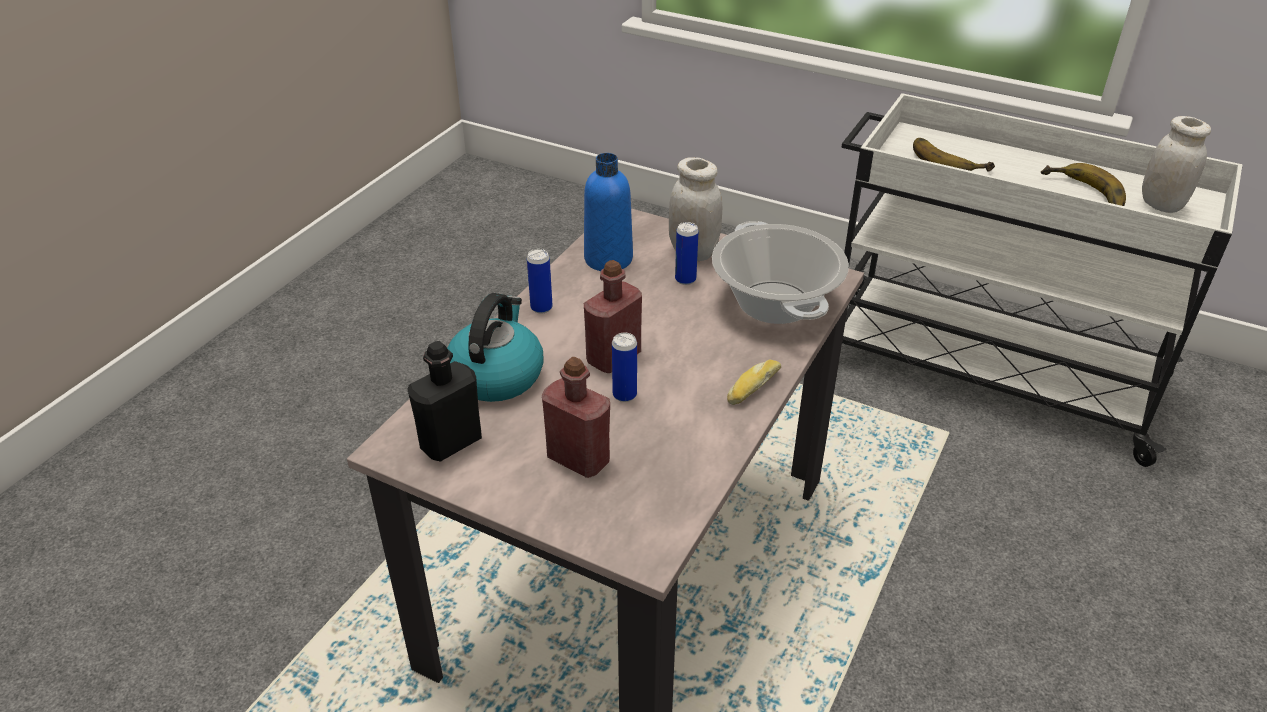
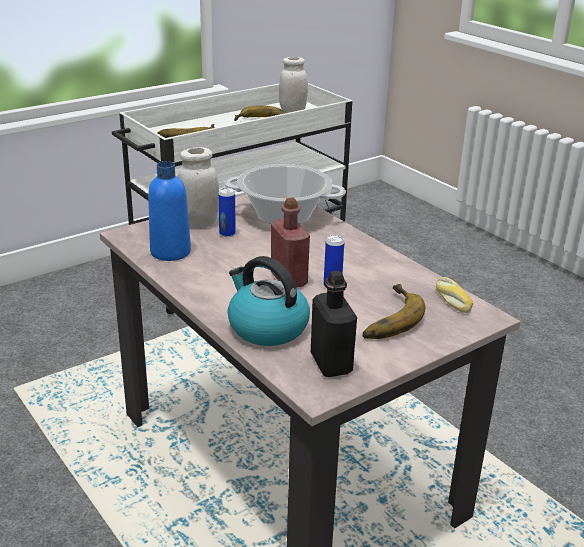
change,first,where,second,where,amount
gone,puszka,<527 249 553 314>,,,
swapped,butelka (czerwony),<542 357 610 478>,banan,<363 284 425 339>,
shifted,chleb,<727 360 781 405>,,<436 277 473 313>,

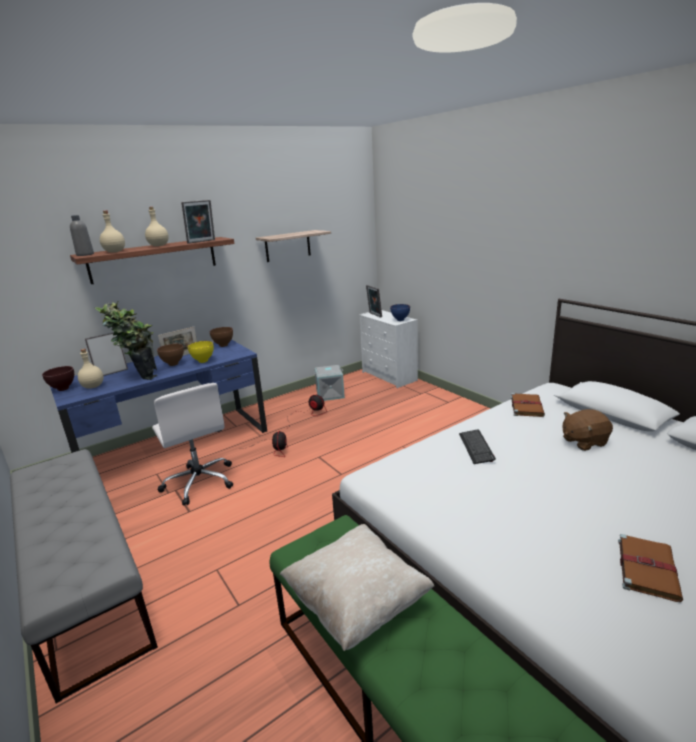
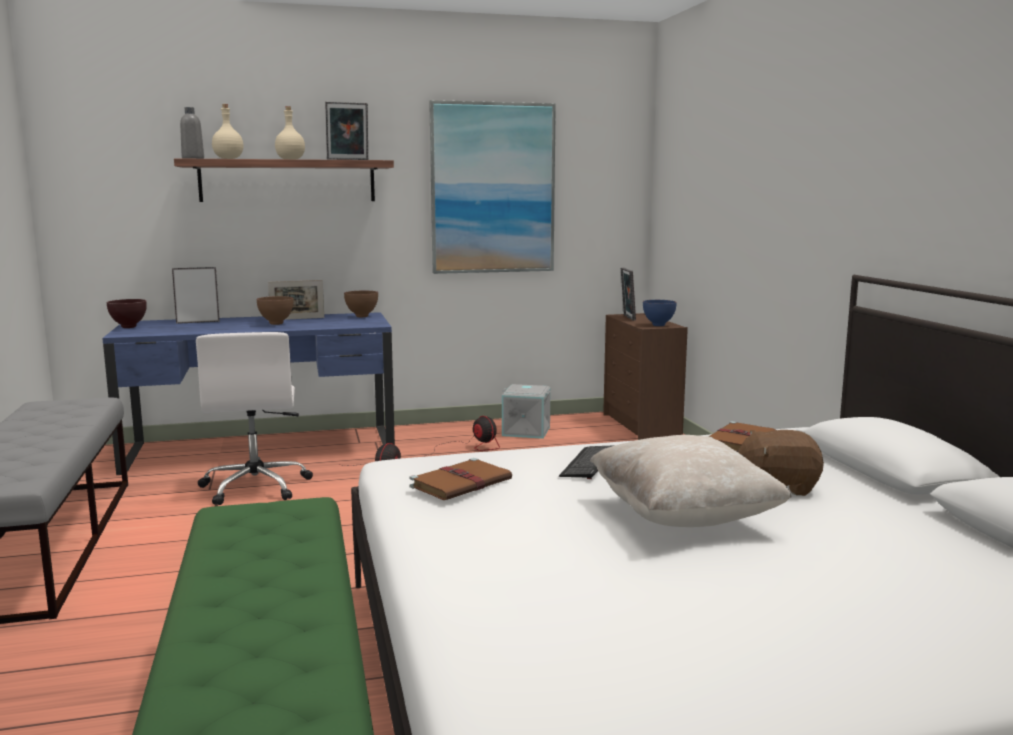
change,first,where,second,where,amount
swapped,półka,<256 230 331 262>,obraz,<429 100 556 274>,
gone,roślina doniczkowa,<95 300 157 380>,,,
repainted,komoda (biały),<359 310 418 388>,komoda (brązowy),<603 313 688 440>,
gone,miska (żółty),<188 341 214 363>,,,
gone,butelka (beżowy),<78 349 104 389>,,,
shifted,poduszka (beżowy),<280 524 434 651>,,<590 435 792 527>,
shifted,książka (brązowy),<618 534 683 602>,,<409 458 512 500>,

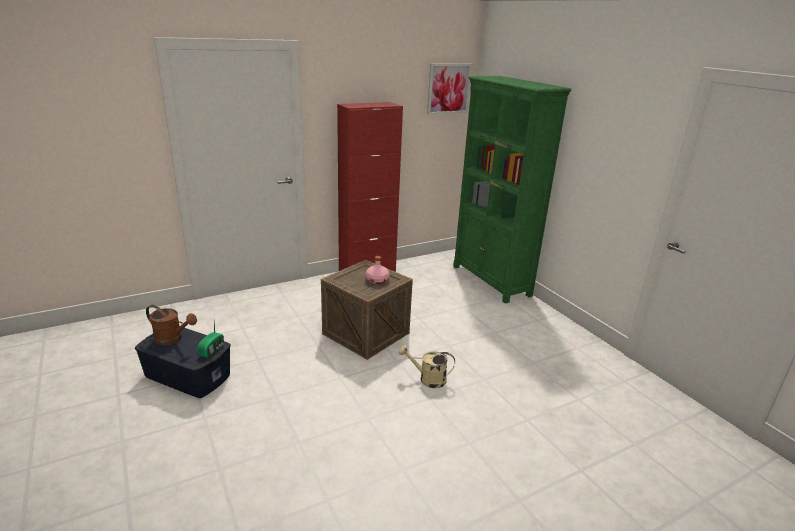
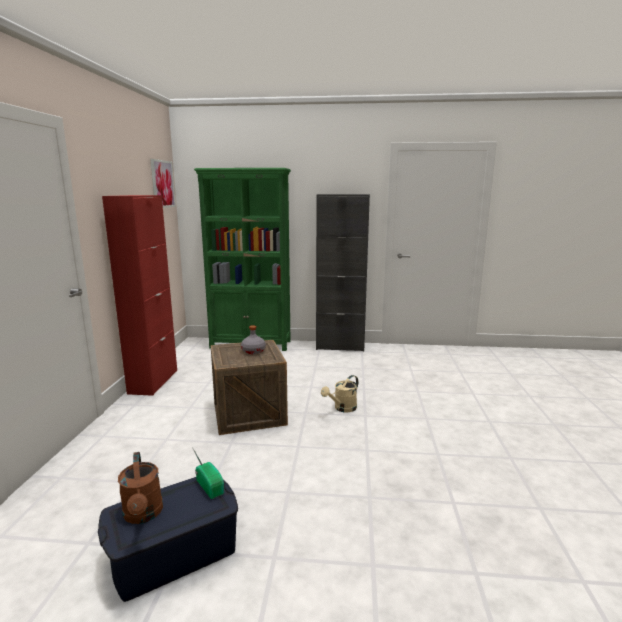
change,first,where,second,where,amount
repainted,butelka (różowy),<365 256 390 284>,butelka (szary),<241 325 266 354>,
rotated,konewka (brązowy),<146 305 197 345>,,<118 452 163 524>,105 degrees clockwise
new,,,szafka (czarny),<316 194 370 352>,

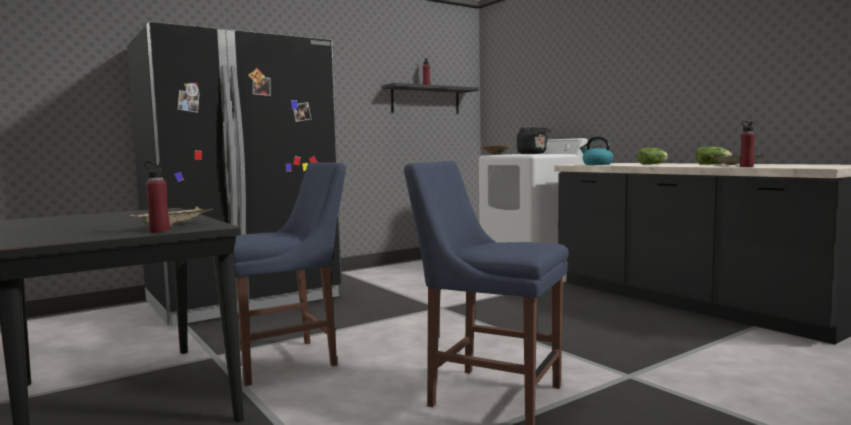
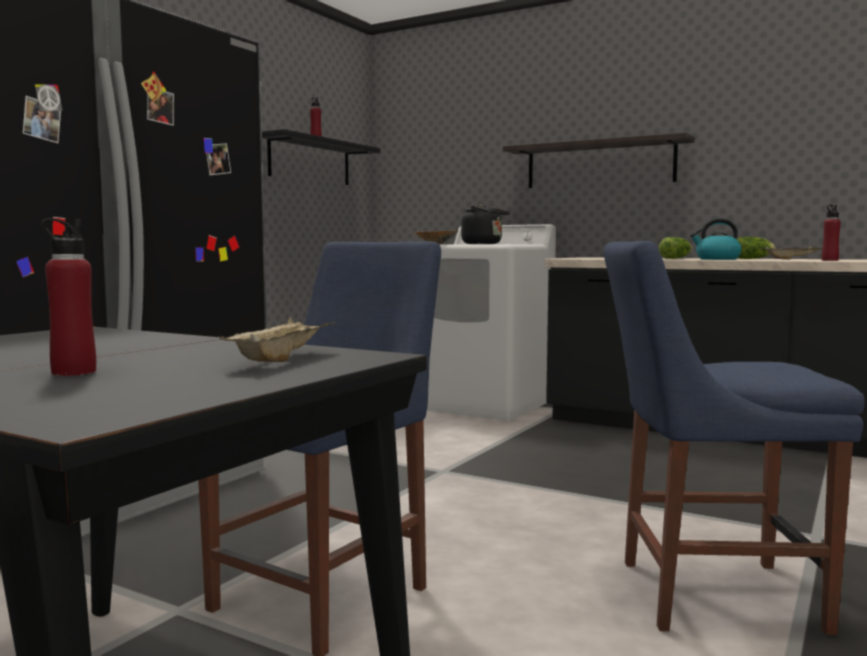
change,first,where,second,where,amount
shifted,czajnik,<580 136 613 165>,,<690 218 742 260>,
shifted,butelka (czerwony),<144 162 170 233>,,<41 218 96 376>,
new,,,półka,<503 132 695 188>,

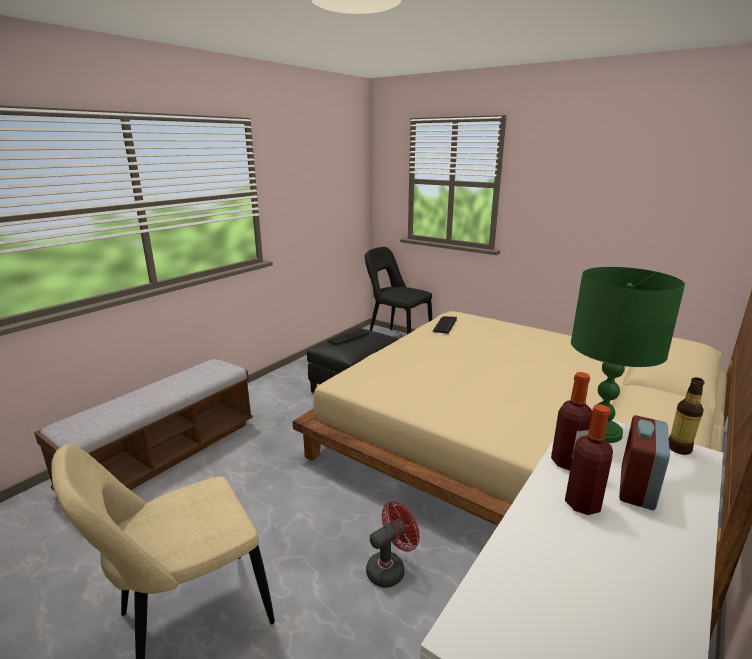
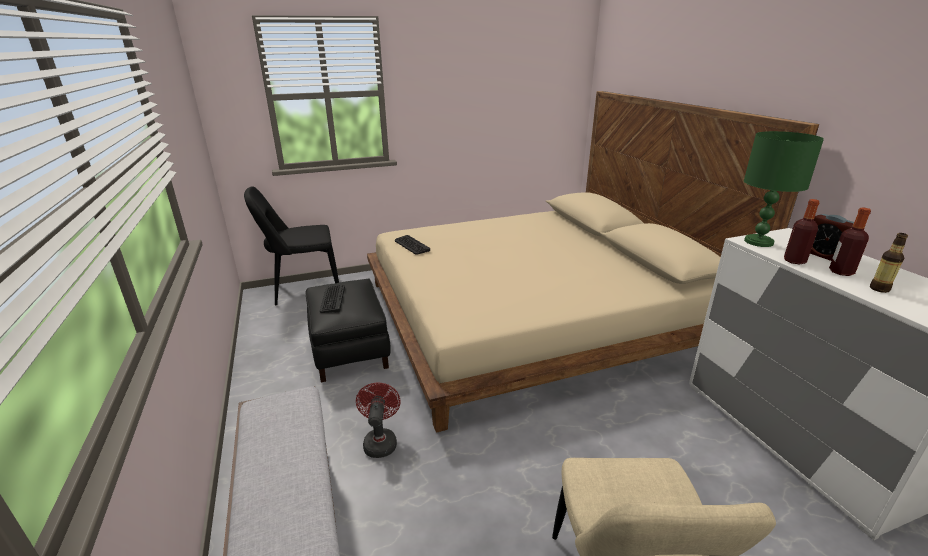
change,first,where,second,where,amount
shifted,butelka,<669 377 705 455>,,<870 233 908 293>,
shifted,wentylator (czerwony),<366 501 419 588>,,<356 383 401 458>,

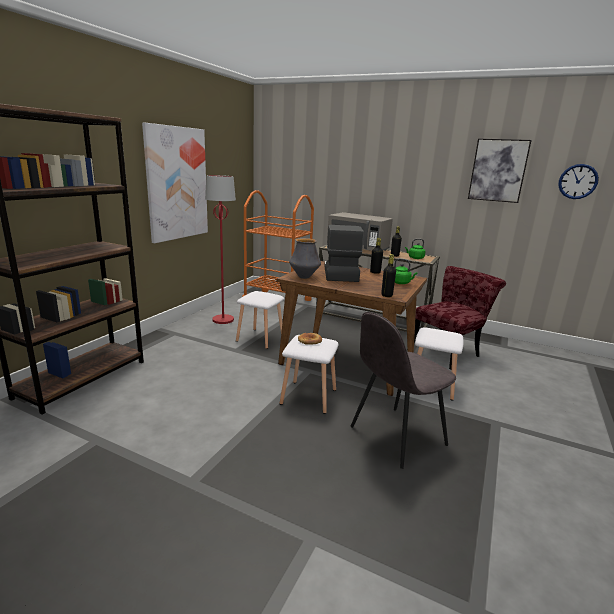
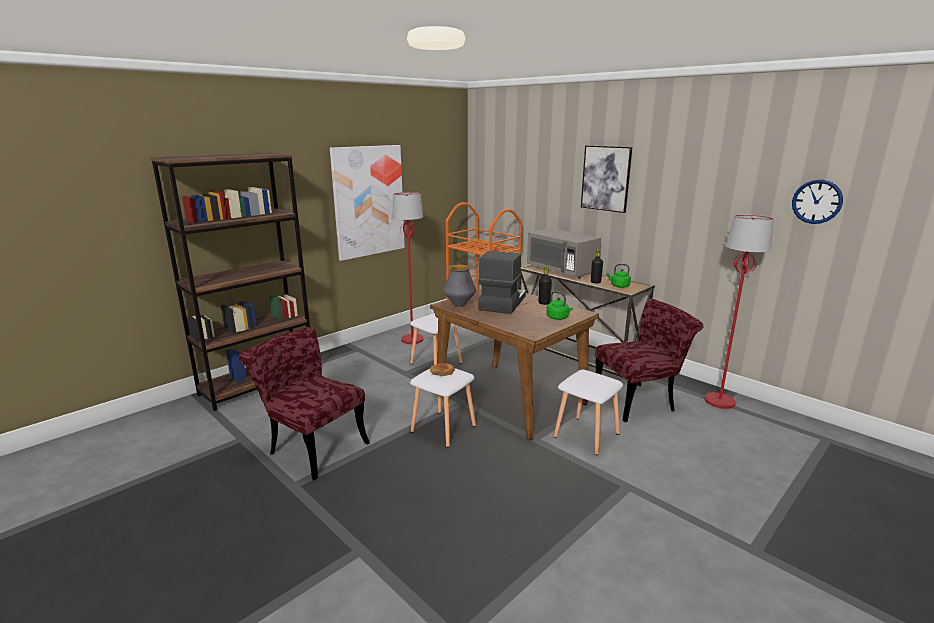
change,first,where,second,where,amount
shifted,obraz,<468 139 532 203>,,<581 145 632 213>,
gone,butelka (czarny),<381 254 396 297>,,,
gone,krzesło (szary),<350 312 456 469>,,,
new,,,lampa stojąca (czerwony),<705 214 774 409>,
new,,,krzesło (czerwony),<239 327 370 480>,

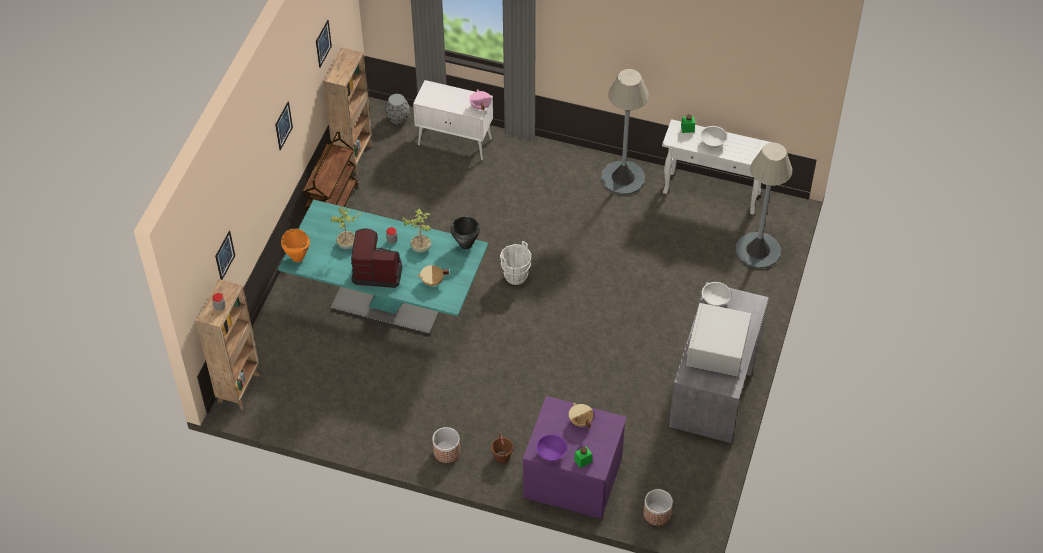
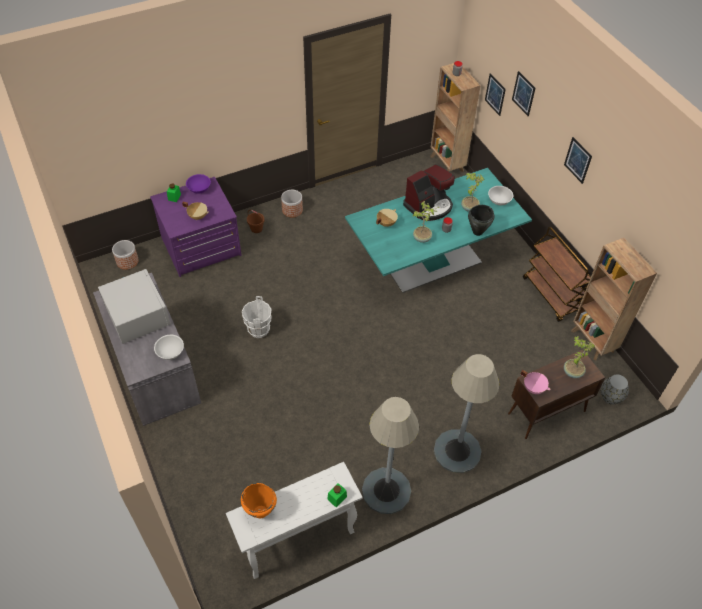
change,first,where,second,where,amount
shifted,obraz,<316 20 332 68>,,<512 71 535 116>,
repainted,szafka (biały),<413 80 493 160>,szafka (brązowy),<508 350 605 439>,
shifted,miska (biały),<700 126 727 148>,,<488 186 513 206>,
shifted,lampa stojąca (szary),<736 143 793 269>,,<434 354 499 473>,
shifted,garnek (czarny),<450 216 480 249>,,<468 205 494 236>,
shifted,garnek (pomarańczowy),<281 229 310 262>,,<241 483 277 518>,
shifted,wiadro (biały),<500 241 531 285>,,<242 296 272 338>,
new,,,roślina doniczkowa,<564 336 595 378>,

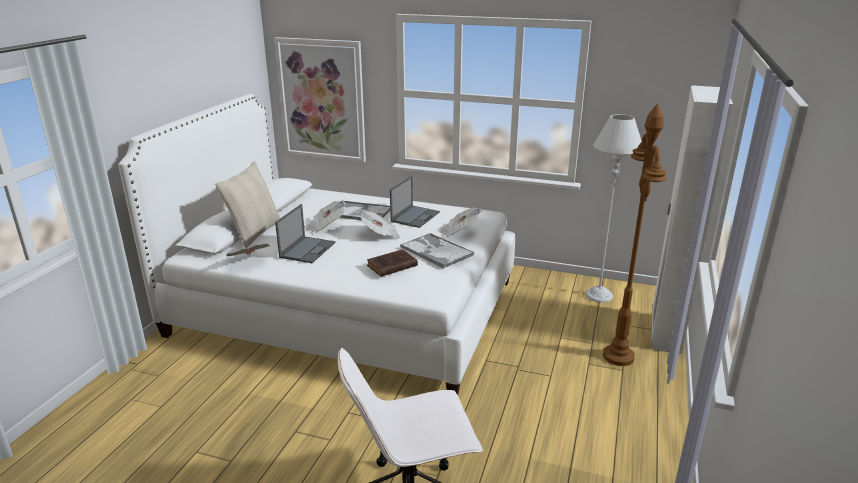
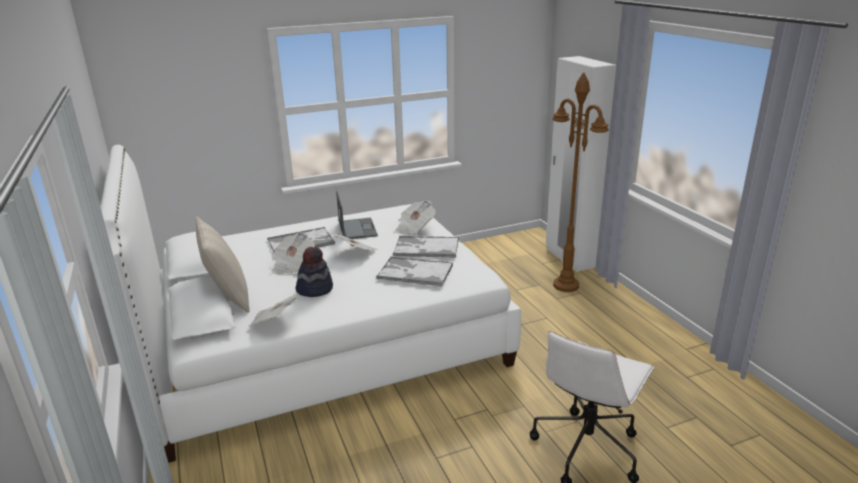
change,first,where,second,where,amount
gone,obraz,<274 37 366 162>,,,
gone,lampa stojąca (szary),<585 114 642 303>,,,
swapped,laptop,<275 204 336 263>,kapelusz,<296 247 333 297>,
swapped,książka (brązowy),<367 249 418 277>,taca,<376 256 453 286>,

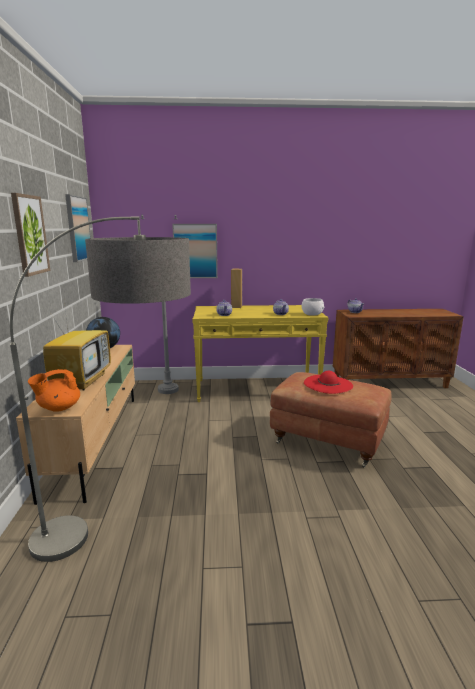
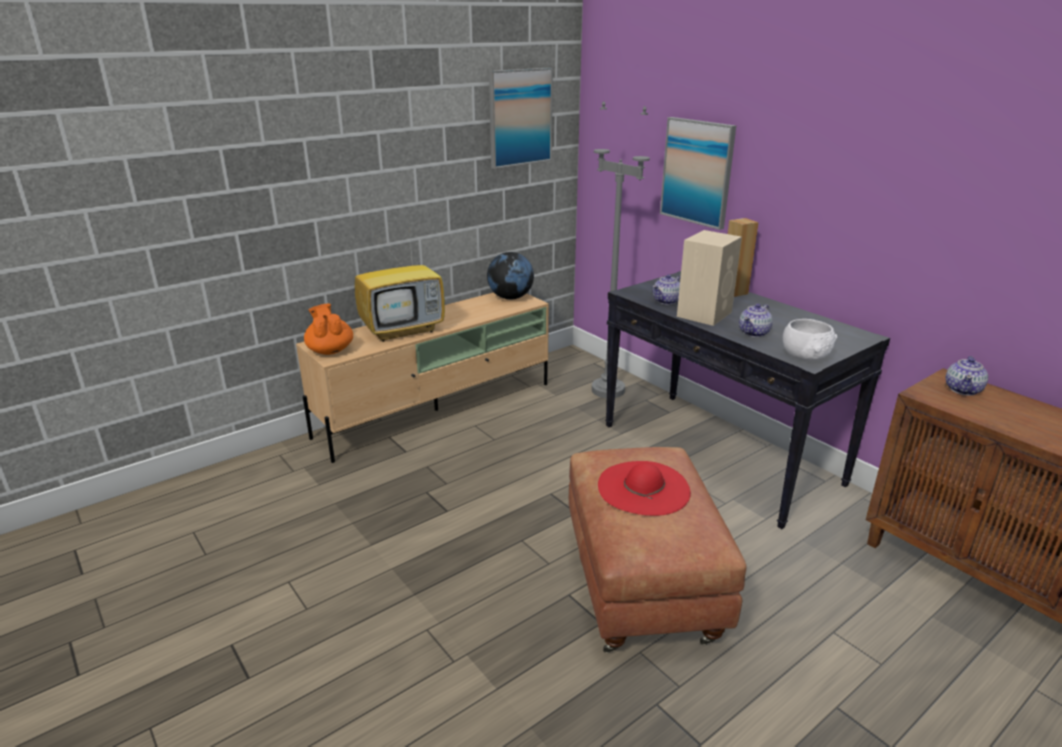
change,first,where,second,where,amount
gone,obraz,<11 193 50 277>,,,
gone,lampa stojąca,<10 217 191 562>,,,
repainted,stolik konsolowy (żółty),<192 305 329 402>,stolik konsolowy (czarny),<605 271 890 529>,
rotated,imbryk (pomarańczowy),<28 369 80 412>,,<304 304 353 355>,45 degrees clockwise
new,,,głośnik (beżowy),<677 230 742 326>,

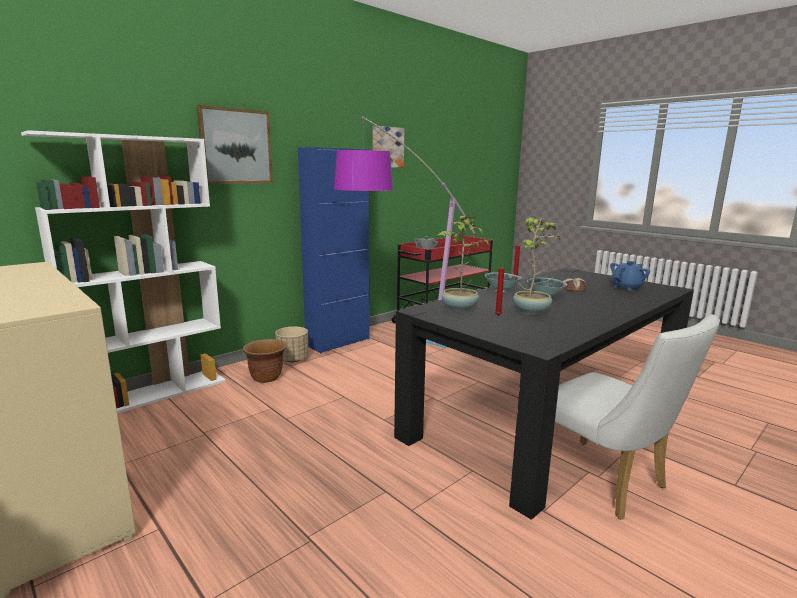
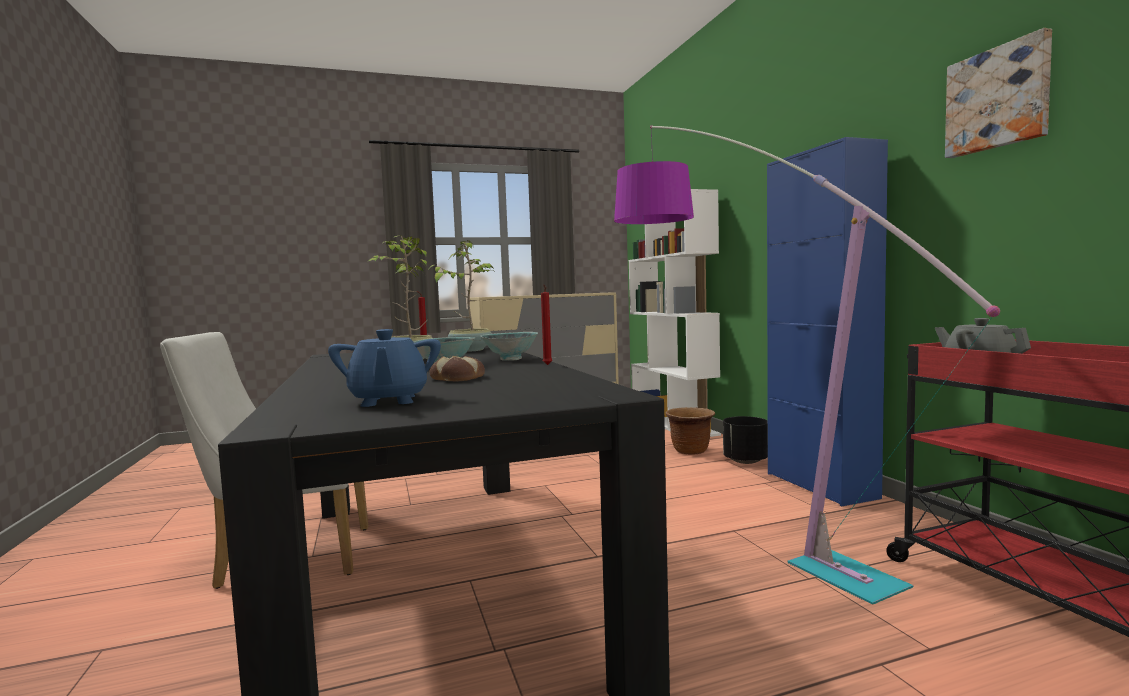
change,first,where,second,where,amount
gone,obraz,<197 105 273 184>,,,
repainted,donica (beżowy),<275 327 309 362>,donica (czarny),<723 416 768 464>,

